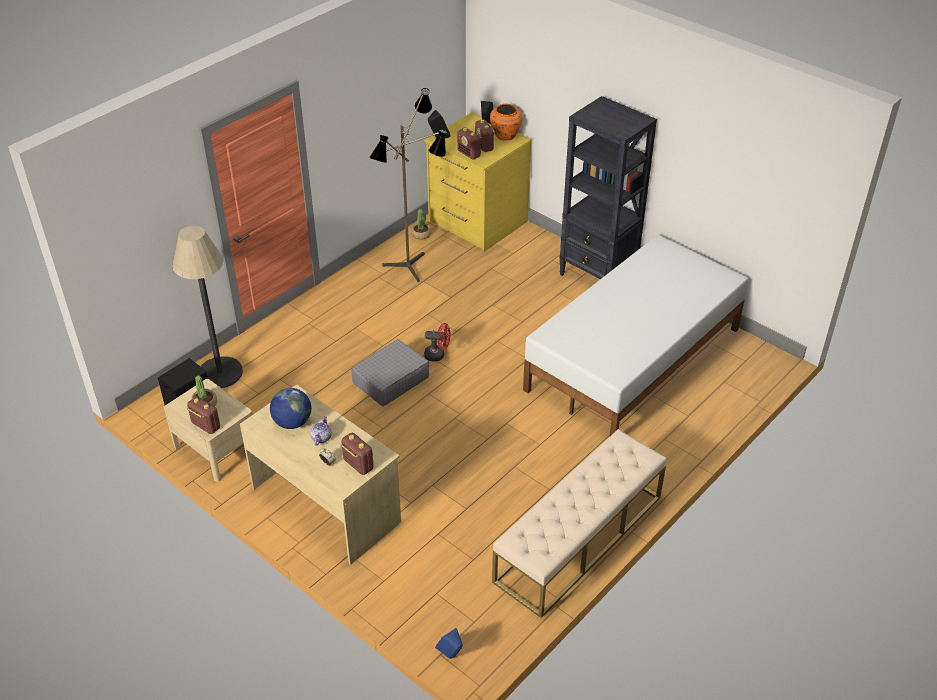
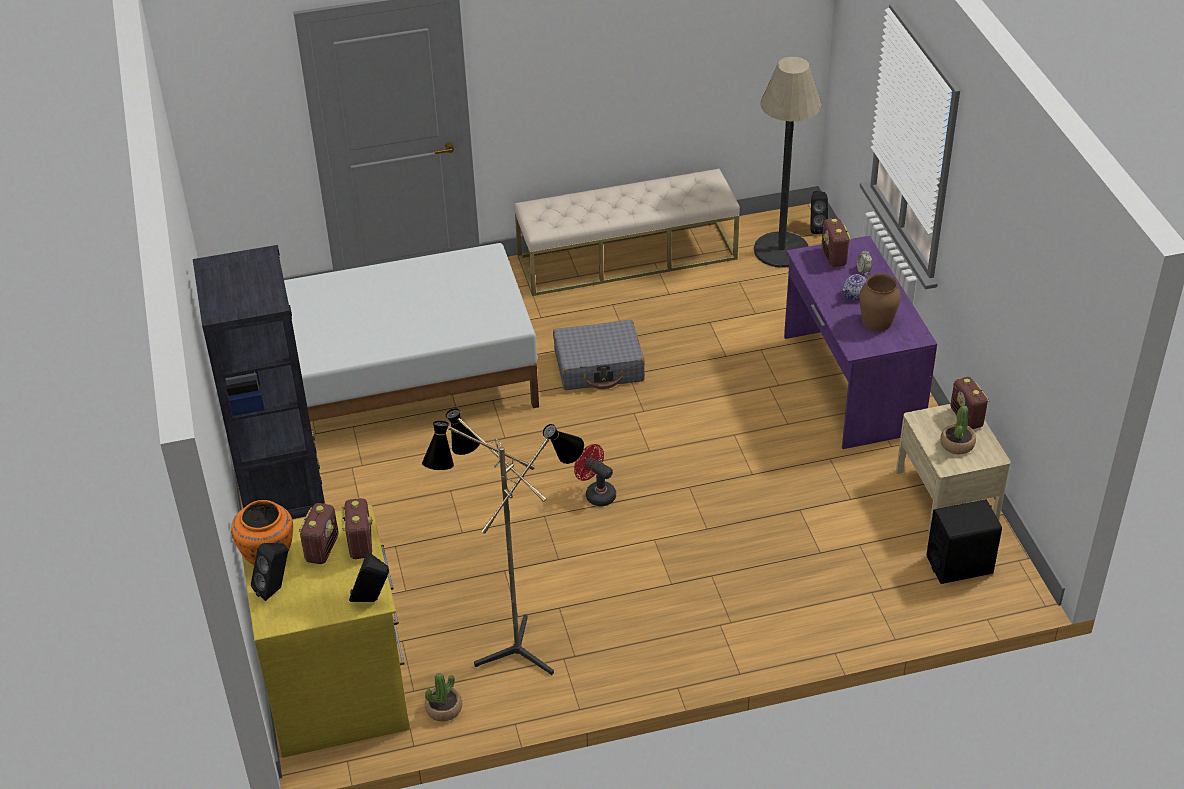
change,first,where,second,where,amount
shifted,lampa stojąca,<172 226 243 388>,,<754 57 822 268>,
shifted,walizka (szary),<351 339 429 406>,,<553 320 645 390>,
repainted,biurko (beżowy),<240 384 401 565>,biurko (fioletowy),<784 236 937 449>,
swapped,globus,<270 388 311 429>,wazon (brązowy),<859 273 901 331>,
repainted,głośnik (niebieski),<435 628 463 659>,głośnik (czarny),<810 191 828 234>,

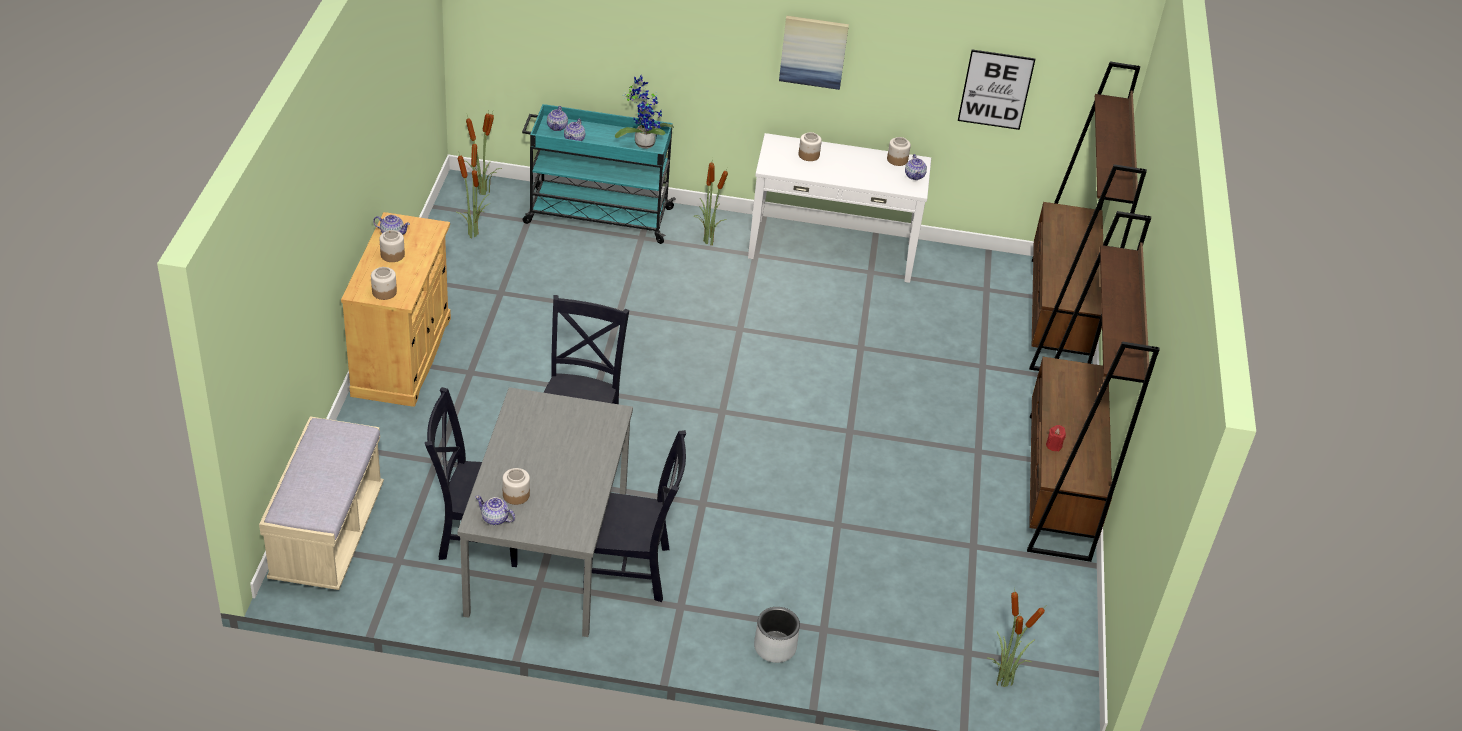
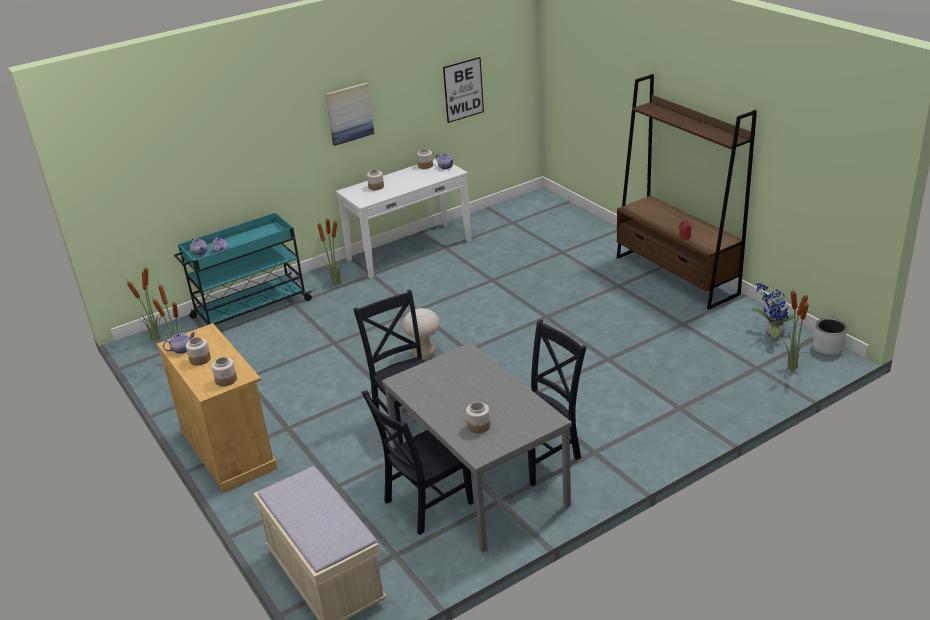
change,first,where,second,where,amount
gone,regał (brązowy),<1029 61 1147 371>,,,
shifted,roślina doniczkowa,<615 75 674 149>,,<751 283 794 339>,
gone,imbryk,<476 496 515 525>,,,
shifted,donica (szary),<754 607 800 663>,,<813 318 847 355>,
new,,,stołek (beżowy),<402 308 440 360>,

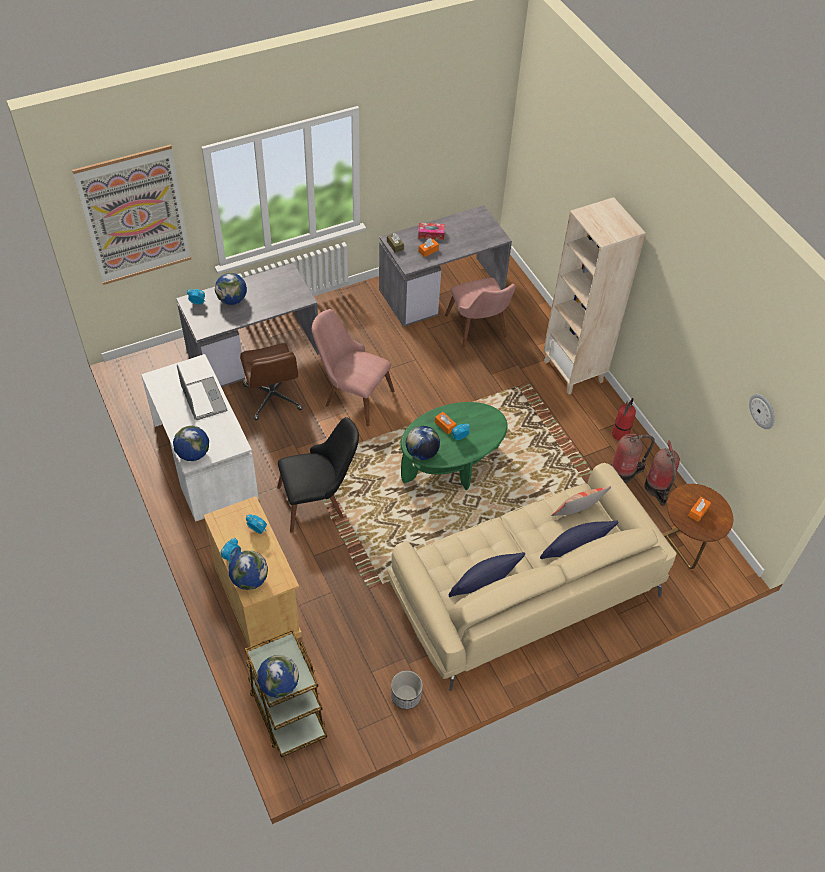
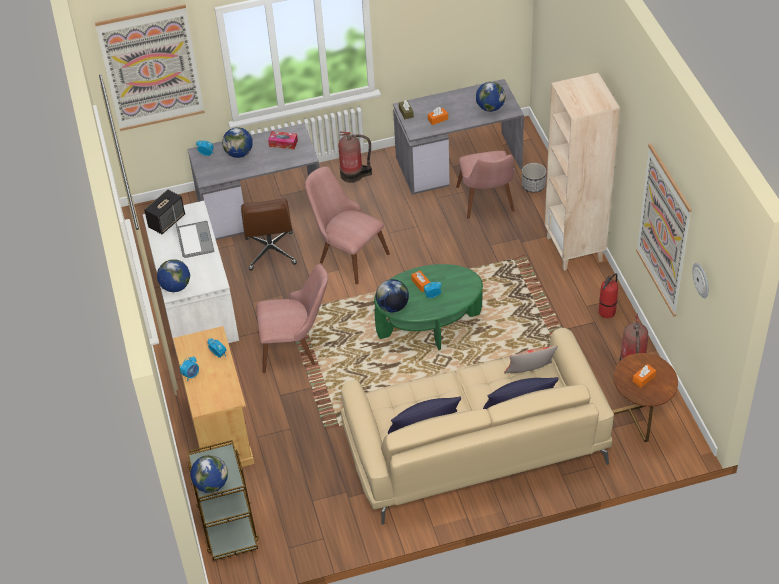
change,first,where,second,where,amount
shifted,pudełko chusteczek,<418 223 445 240>,,<268 131 298 149>,
repainted,krzesło (czarny),<277 417 359 533>,krzesło (różowy),<257 264 328 373>,
shifted,gaśnica,<611 434 655 483>,,<339 132 372 183>,
shifted,globus,<229 551 268 590>,,<476 82 506 112>,
shifted,donica,<391 671 423 709>,,<522 163 547 193>,
new,,,obraz,<636 143 692 317>,
new,,,głośnik,<144 190 185 234>,

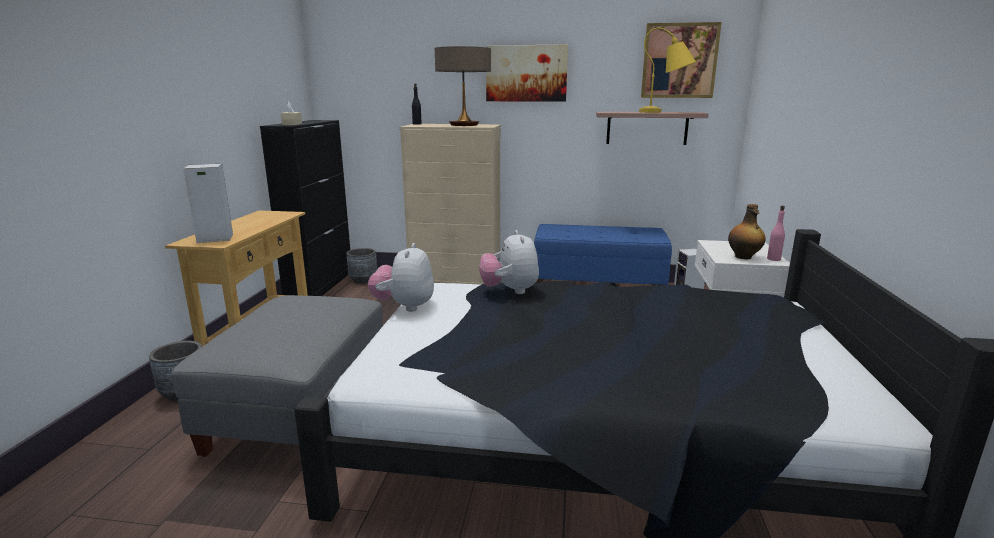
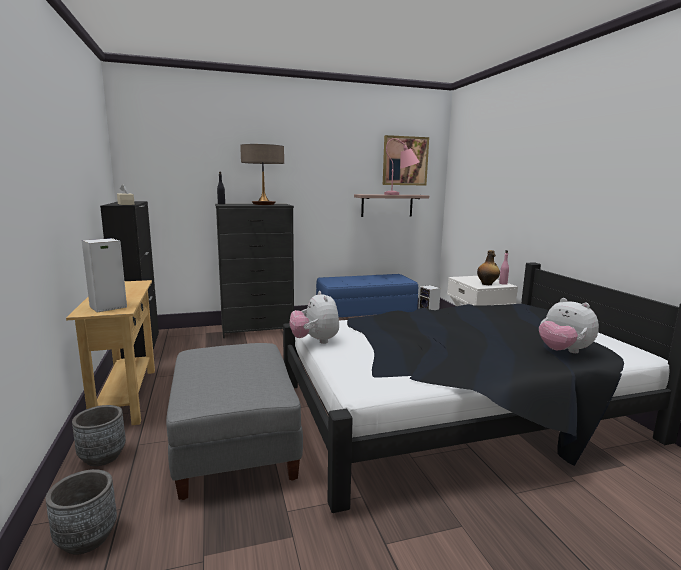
change,first,where,second,where,amount
repainted,lampa stołowa (żółty),<639 28 696 113>,lampa stołowa (różowy),<384 139 419 195>,
gone,obraz,<486 45 568 102>,,,
repainted,komoda (beżowy),<399 124 501 285>,komoda (czarny),<215 204 294 338>,
shifted,pluszak,<479 230 539 294>,,<539 298 599 353>,
shifted,donica (szary),<346 248 377 284>,,<45 469 117 555>,

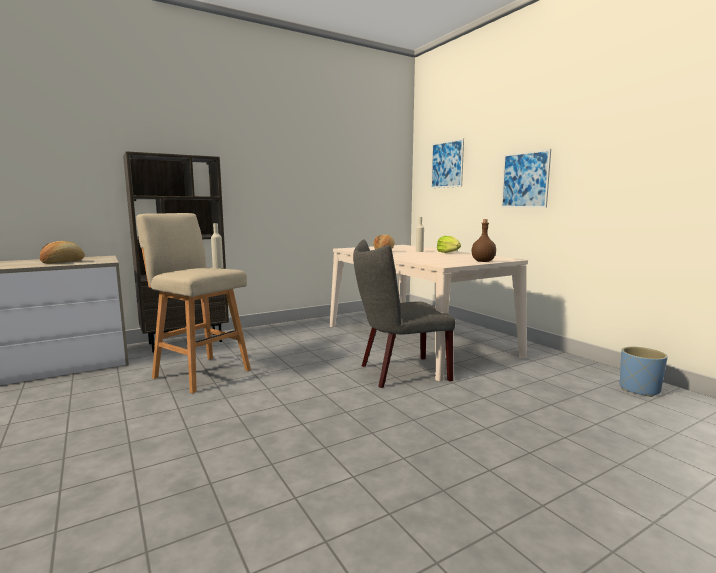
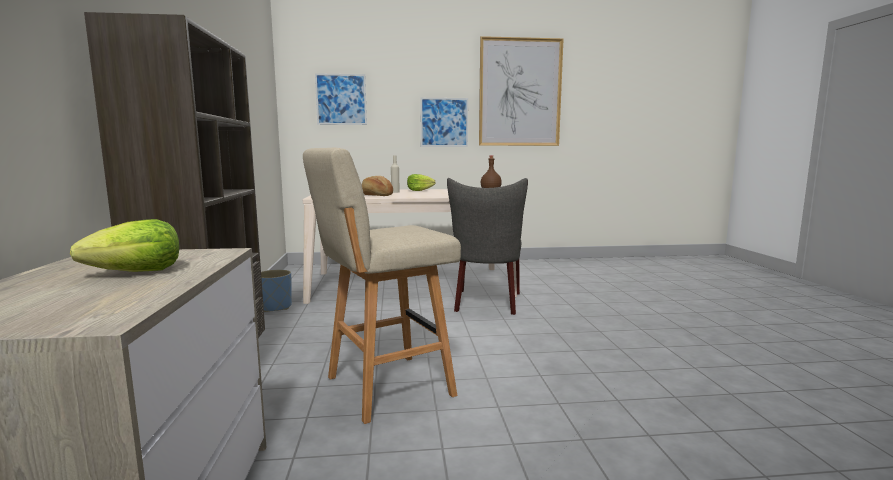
change,first,where,second,where,amount
gone,butelka (beżowy),<211 223 223 268>,,,
swapped,chleb,<40 241 85 264>,sałata,<70 219 179 272>,
shifted,donica (niebieski),<619 347 667 397>,,<261 270 292 312>,
new,,,obraz,<479 36 564 146>,

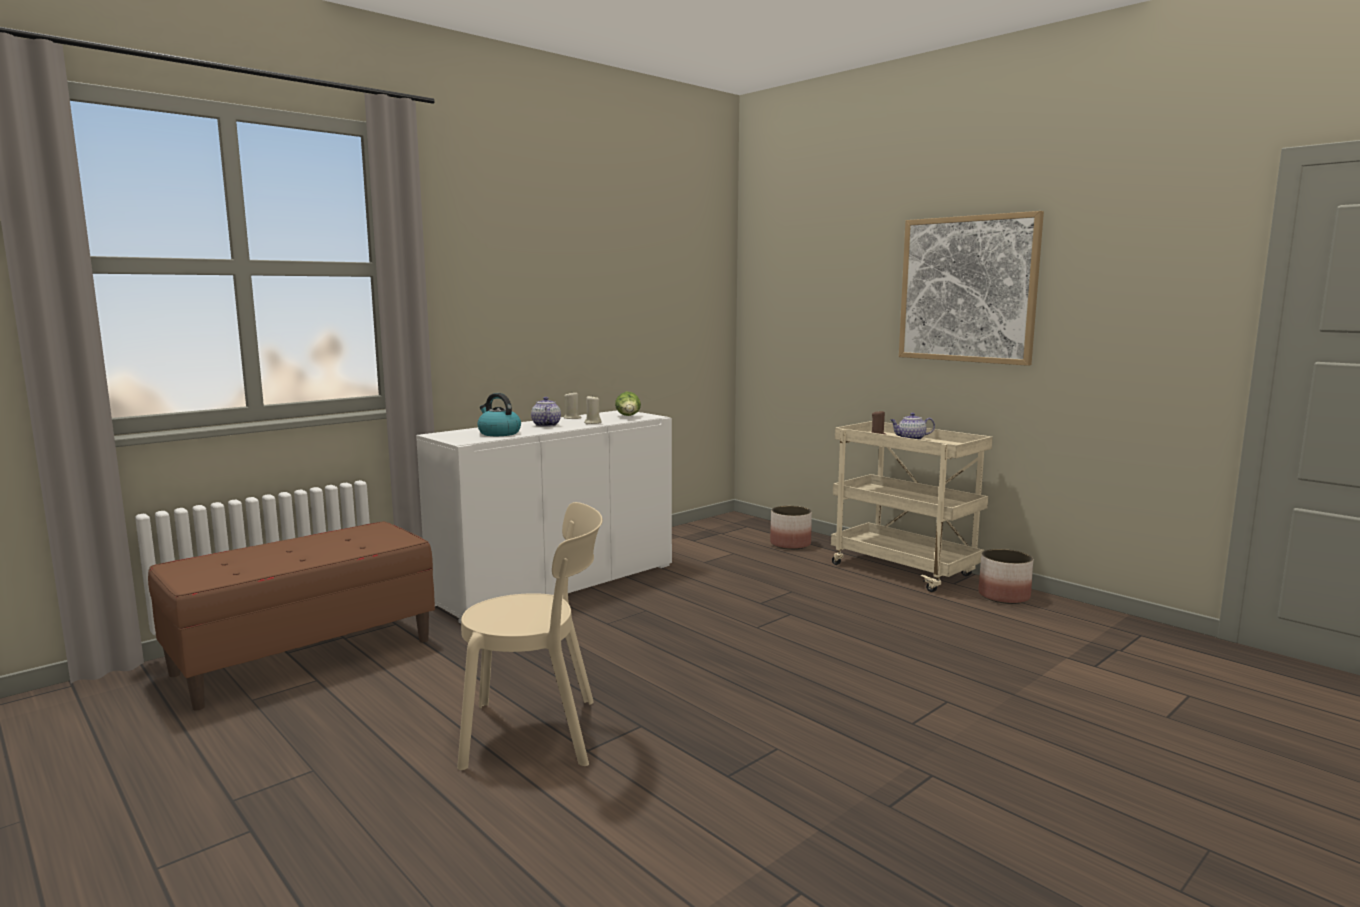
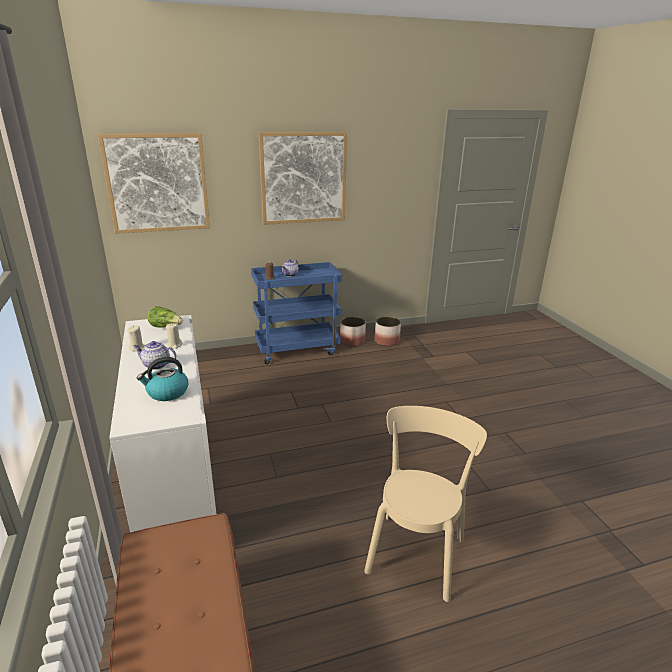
change,first,where,second,where,amount
repainted,wózek (beżowy),<831 421 993 592>,wózek (niebieski),<251 262 342 364>,
shifted,donica,<770 506 812 550>,,<374 317 401 346>,
new,,,obraz,<98 133 210 234>,

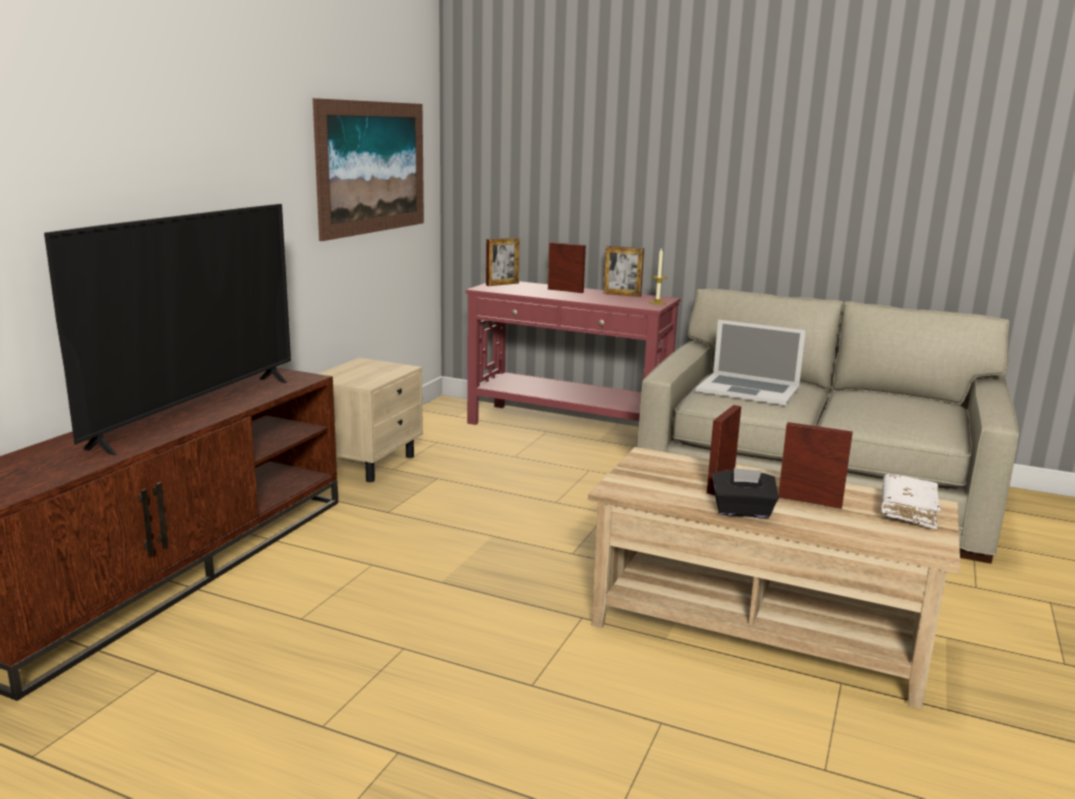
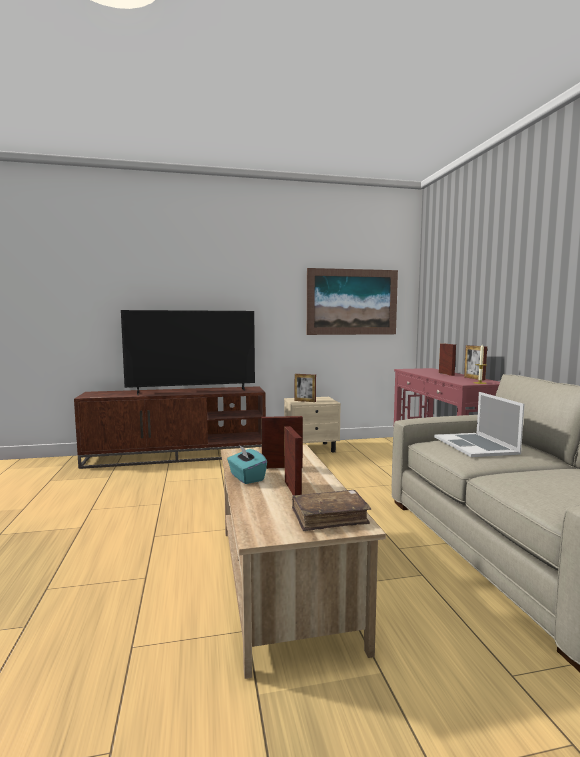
change,first,where,second,where,amount
shifted,ramka na zdjęcie,<486 237 520 286>,,<295 374 316 402>,
repainted,pudełko chusteczek (czarny),<712 468 779 518>,pudełko chusteczek (turkusowy),<227 446 267 484>,
repainted,książka (biały),<882 473 941 529>,książka (brązowy),<292 490 371 531>,

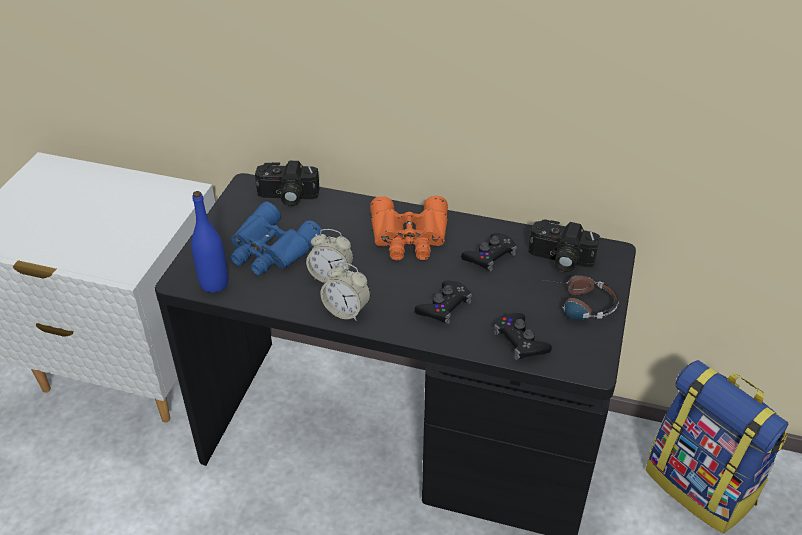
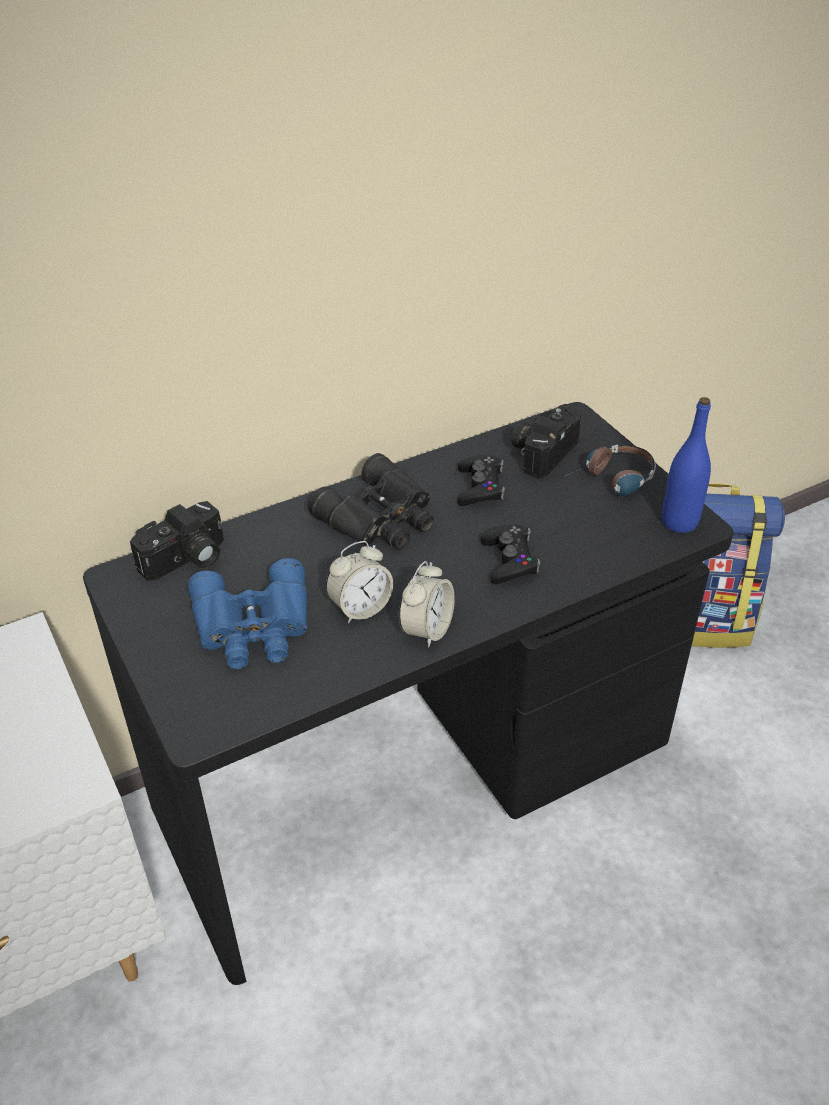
change,first,where,second,where,amount
shifted,butelka (niebieski),<191 191 228 293>,,<662 397 711 533>,
repainted,lornetka (pomarańczowy),<370 196 448 261>,lornetka (czarny),<308 453 434 549>,
rotated,aparat fotograficzny,<529 219 600 272>,,<511 404 582 479>,150 degrees clockwise
rotated,budzik,<320 262 370 321>,,<399 561 455 648>,45 degrees counterclockwise
gone,pad do gier (czarny),<494 313 552 360>,,,

